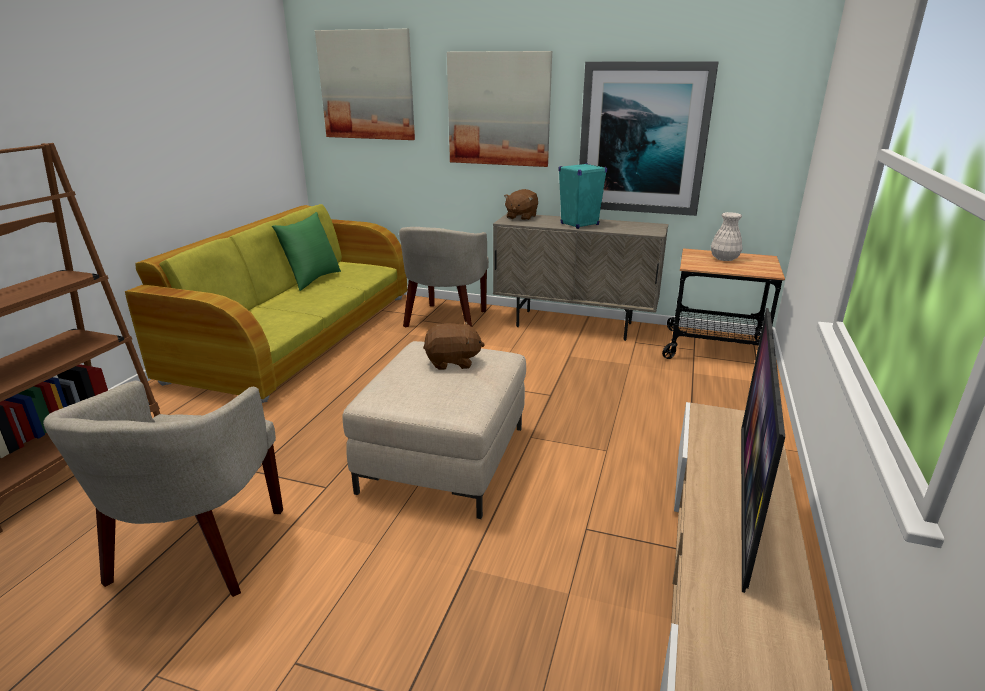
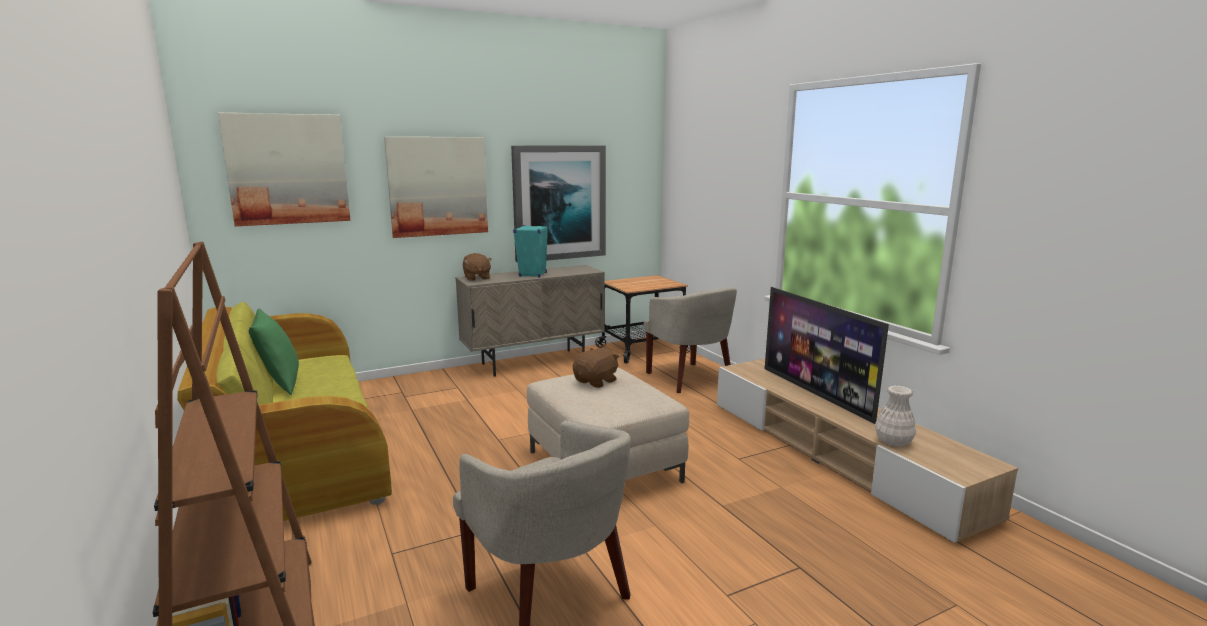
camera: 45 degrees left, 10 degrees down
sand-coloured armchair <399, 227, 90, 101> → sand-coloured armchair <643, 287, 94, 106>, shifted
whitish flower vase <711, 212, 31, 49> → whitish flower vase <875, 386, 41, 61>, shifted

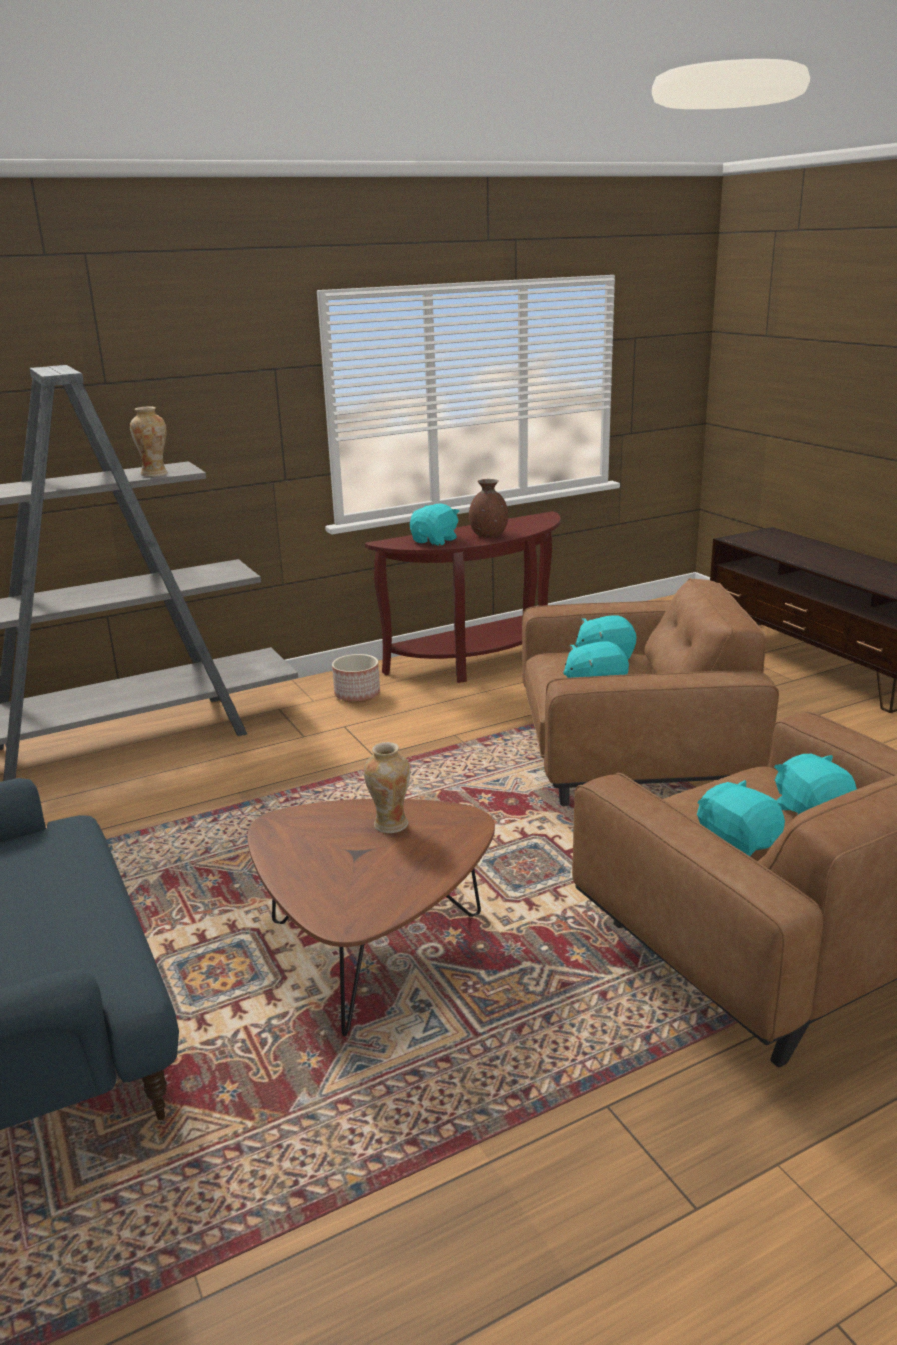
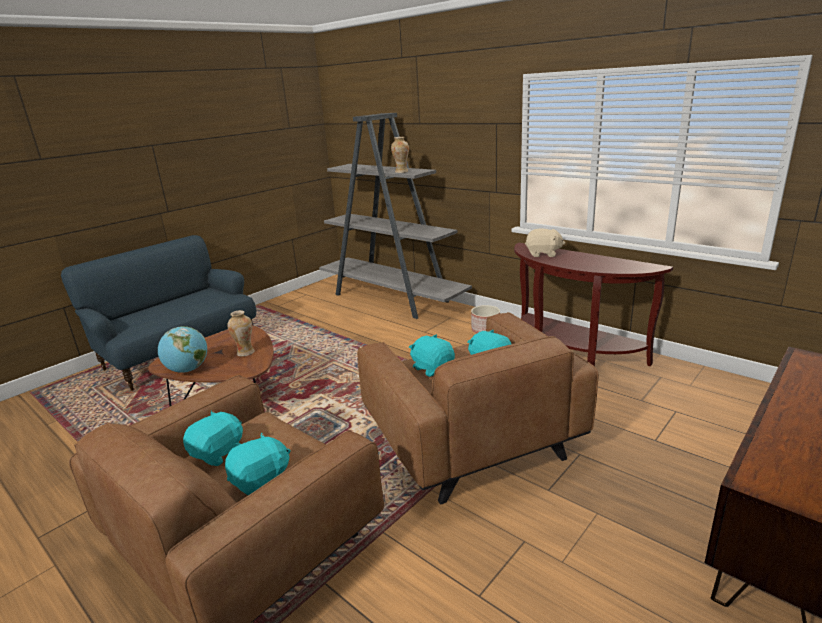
camera: 70 degrees right, 0 degrees up
- → world globe <158, 326, 49, 47>
turquoise-coloured soft toy <410, 503, 49, 43> → sand-coloured soft toy <525, 229, 40, 28>
brown-coloured flower vase <469, 479, 39, 58> → -

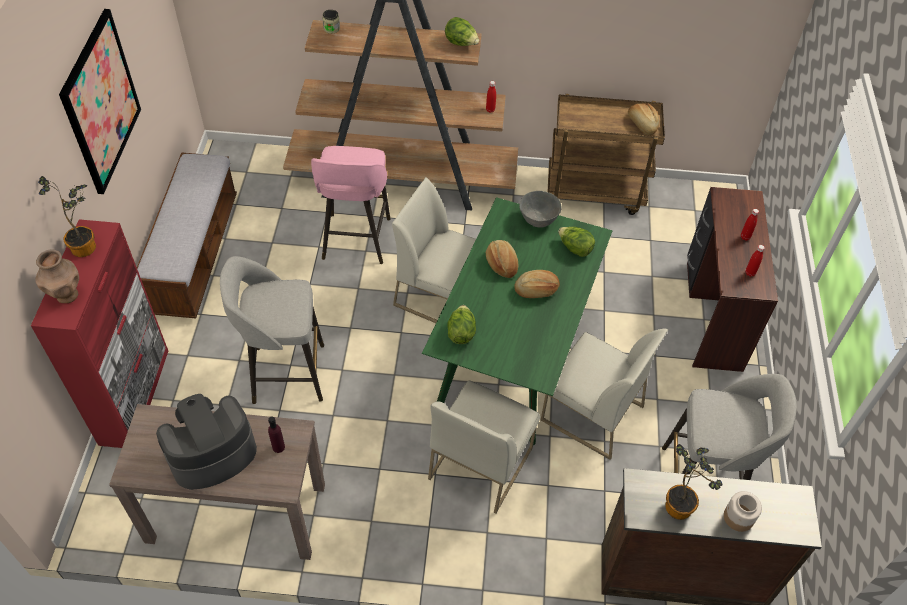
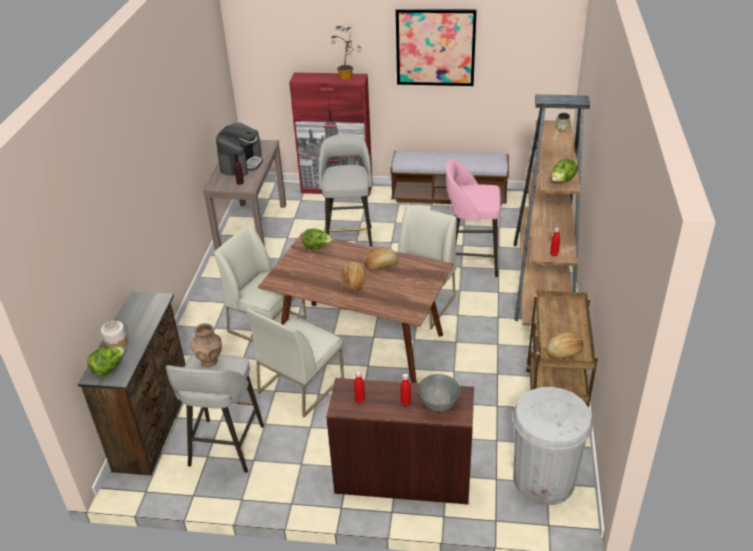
camera: 95 degrees right, 15 degrees down
lettuce <558, 227, 37, 30> → lettuce <87, 347, 38, 29>, shifted
brown-coloured flower vase <35, 250, 44, 53> → brown-coloured flower vase <190, 323, 32, 44>, shifted
coffee brewer <156, 394, 101, 96> → coffee brewer <216, 123, 47, 53>, 45 degrees clockwise
green-coloured dinner table <422, 197, 190, 248> → brown-coloured dinner table <258, 232, 196, 151>
gray bowl <519, 191, 43, 37> → gray bowl <418, 374, 42, 38>, shifted
- → whitish trash can <513, 387, 80, 118>
houseplant <665, 444, 57, 76> → -

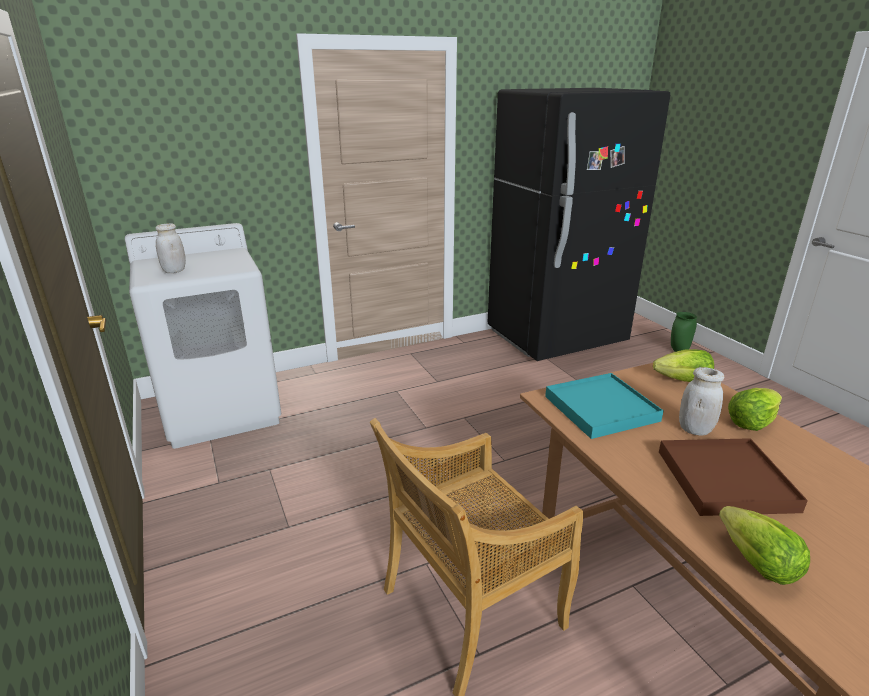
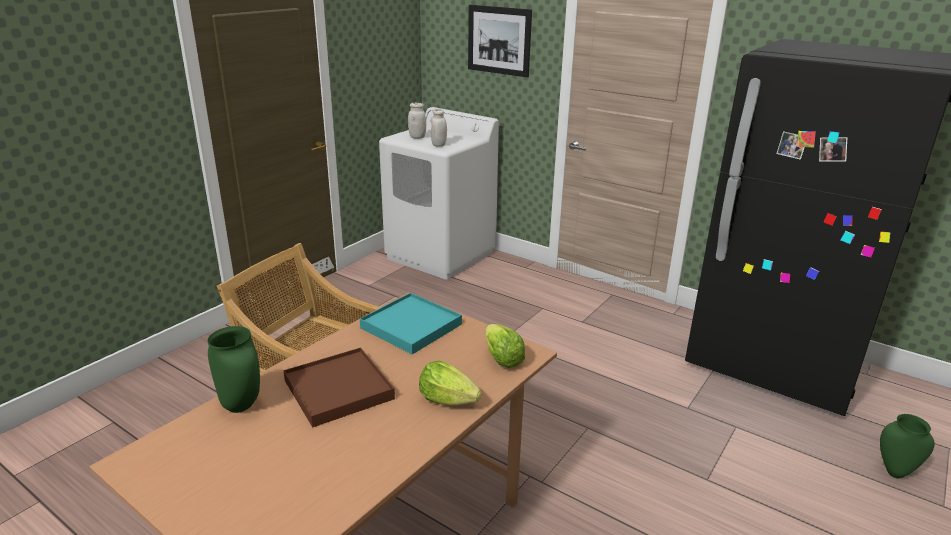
camera: 60 degrees right, 0 degrees up
lettuce <719, 506, 91, 79> → green-coloured flower vase <208, 326, 52, 87>
whitish storage jar <679, 367, 45, 69> → whitish storage jar <431, 109, 16, 38>, shifted
- → picture <468, 5, 64, 72>

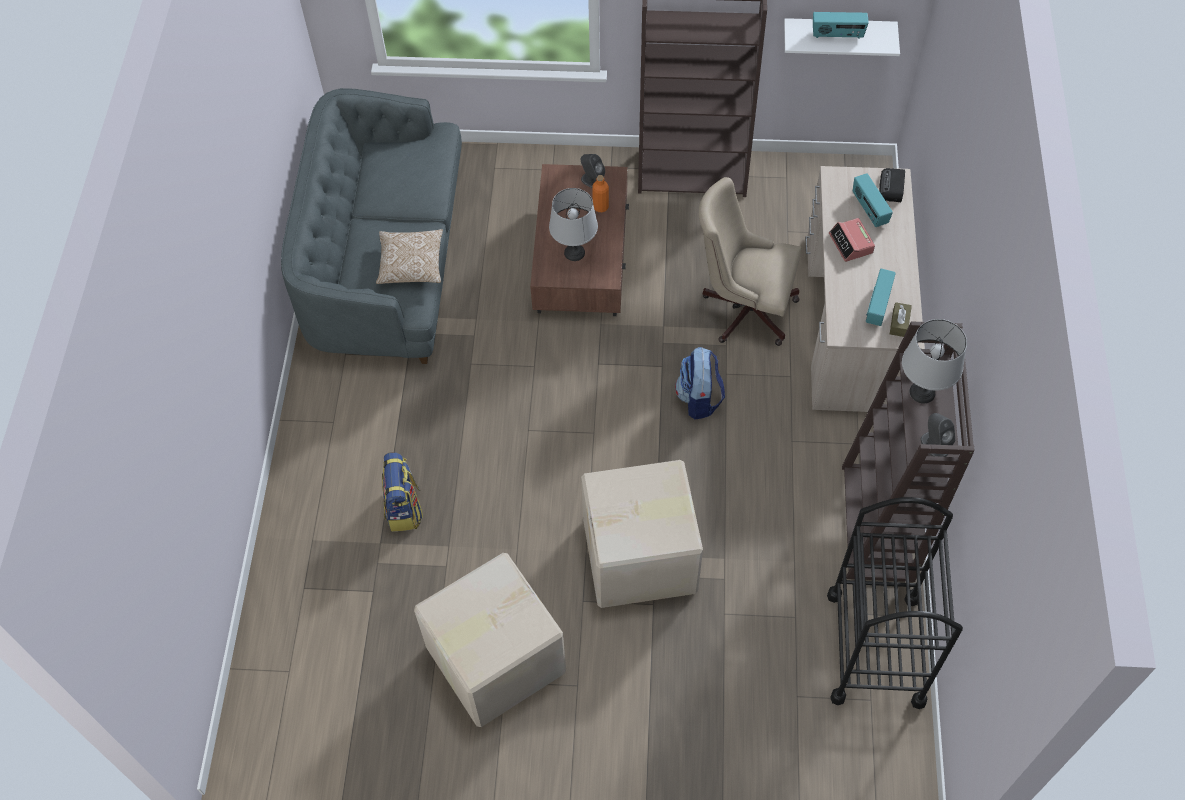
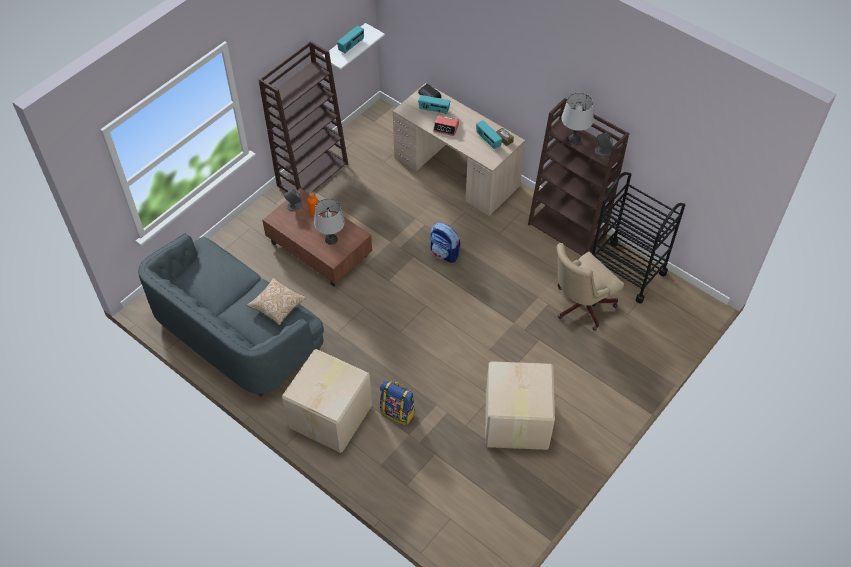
camera: 55 degrees left, 5 degrees down
cardboard box <581, 460, 122, 148> → cardboard box <282, 349, 90, 104>, shifted
sand-coloured office chair <699, 177, 102, 169> → sand-coloured office chair <556, 243, 68, 87>, shifted

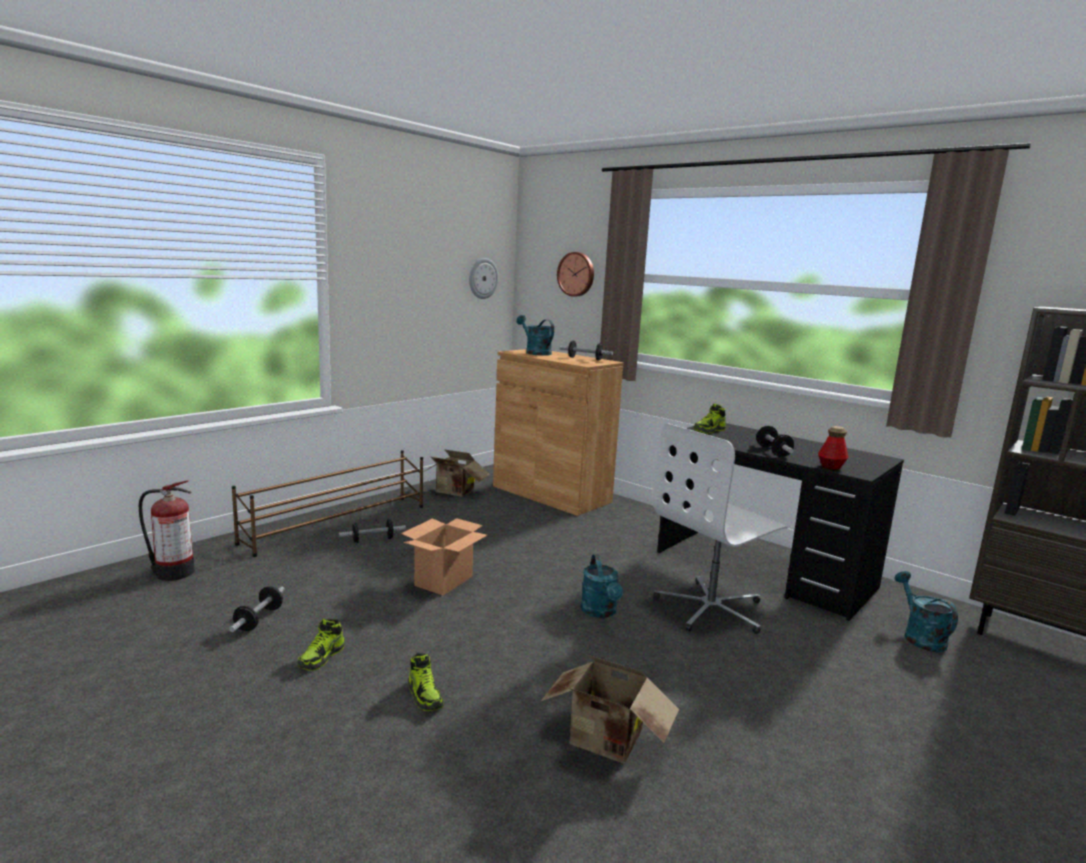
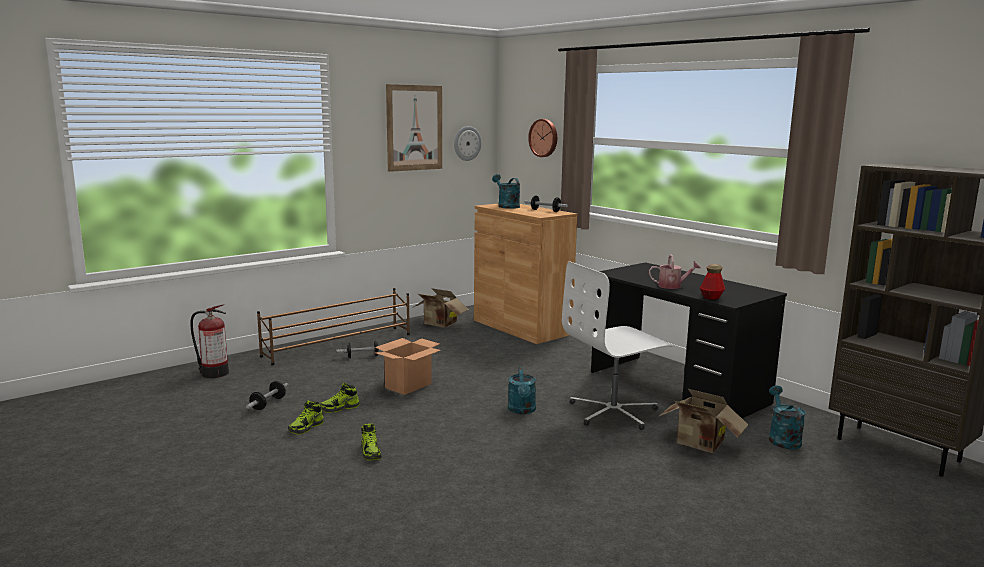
camera: 10 degrees right, 0 degrees up
shoe <694, 404, 32, 30> → shoe <320, 383, 40, 30>, shifted
- → picture <386, 84, 56, 88>
free weight <756, 426, 38, 31> → sprinkling can <649, 254, 52, 35>
cardboard box <541, 655, 138, 109> → cardboard box <658, 389, 90, 64>, shifted

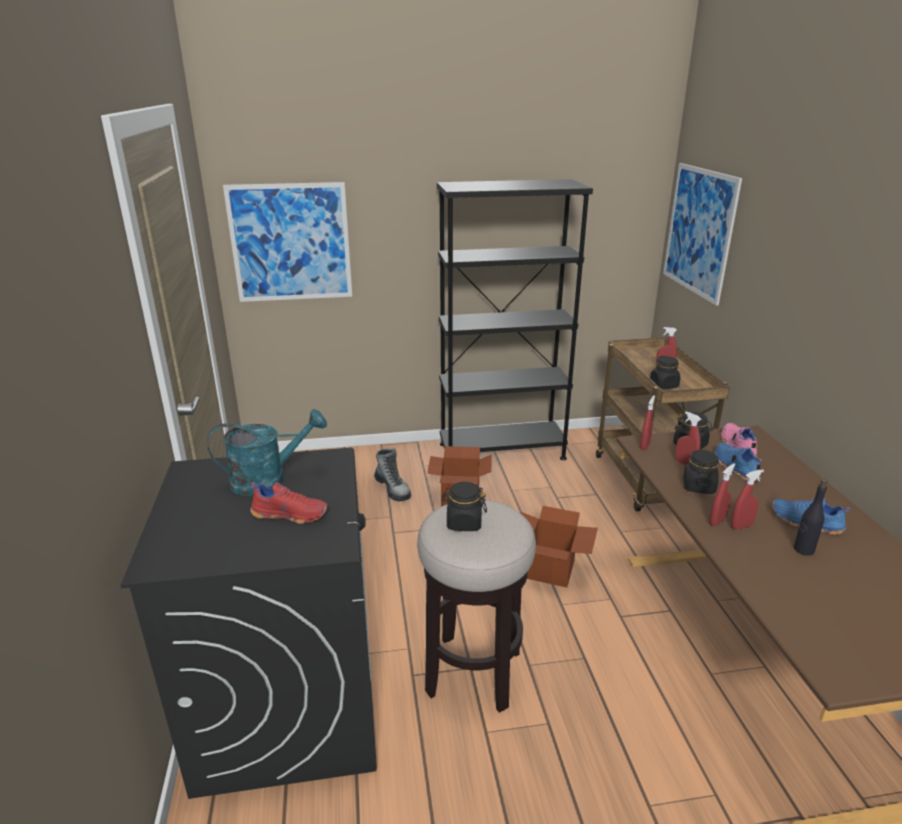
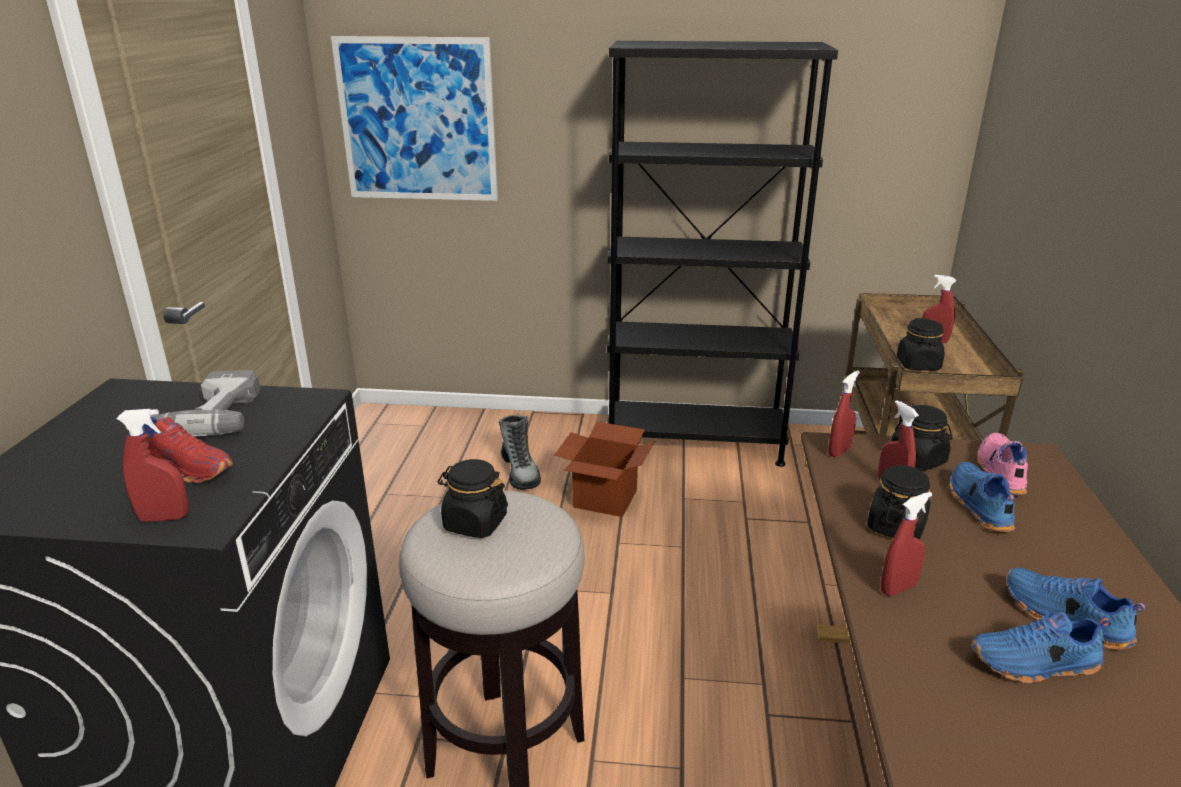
camera: 15 degrees right, 0 degrees up
red hand sprayer <731, 469, 33, 61> → red hand sprayer <116, 409, 73, 113>, shifted
turquoise-coloured sprinkling can <207, 409, 120, 87> → electric drill <151, 370, 109, 67>
black bottle <794, 479, 34, 77> → blue shoe <971, 612, 141, 72>
cardboard box <520, 506, 78, 82> → -
picture <663, 163, 79, 143> → -

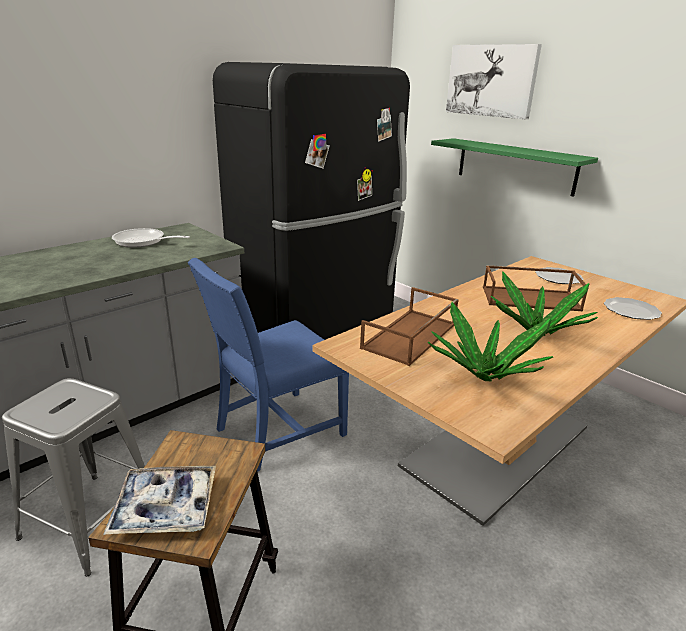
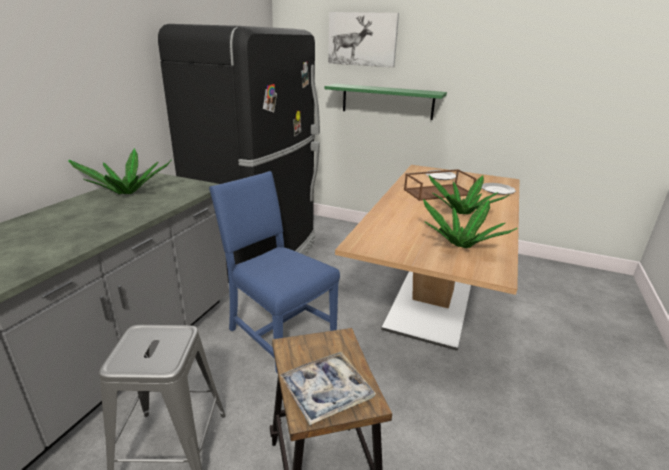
camera: 25 degrees left, 0 degrees up
pan <112, 228, 78, 19> → houseplant <68, 148, 104, 46>
blue chair <188, 258, 161, 214> → blue chair <209, 171, 131, 202>, 105 degrees clockwise
brown-coloured carrying tray <360, 287, 99, 79> → -

